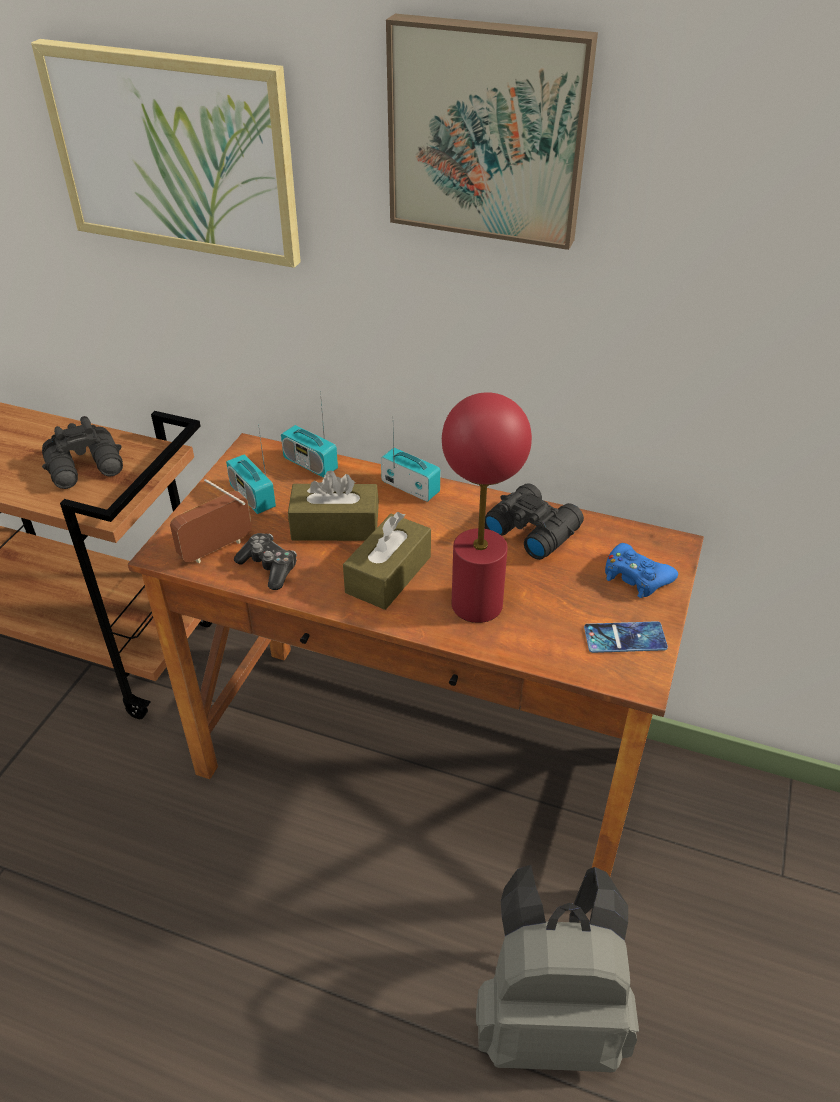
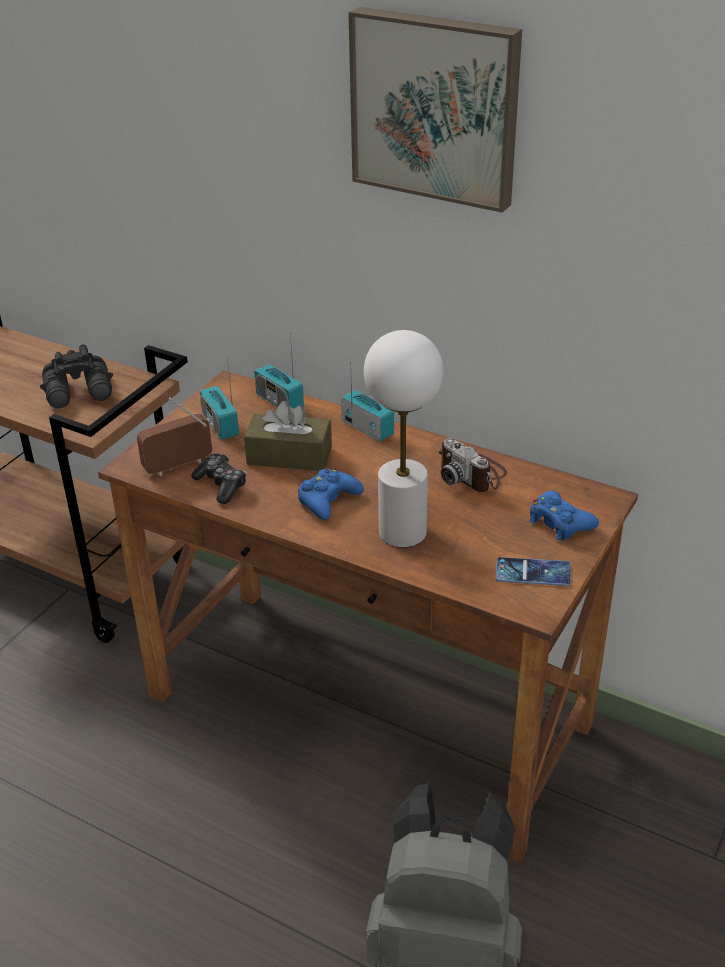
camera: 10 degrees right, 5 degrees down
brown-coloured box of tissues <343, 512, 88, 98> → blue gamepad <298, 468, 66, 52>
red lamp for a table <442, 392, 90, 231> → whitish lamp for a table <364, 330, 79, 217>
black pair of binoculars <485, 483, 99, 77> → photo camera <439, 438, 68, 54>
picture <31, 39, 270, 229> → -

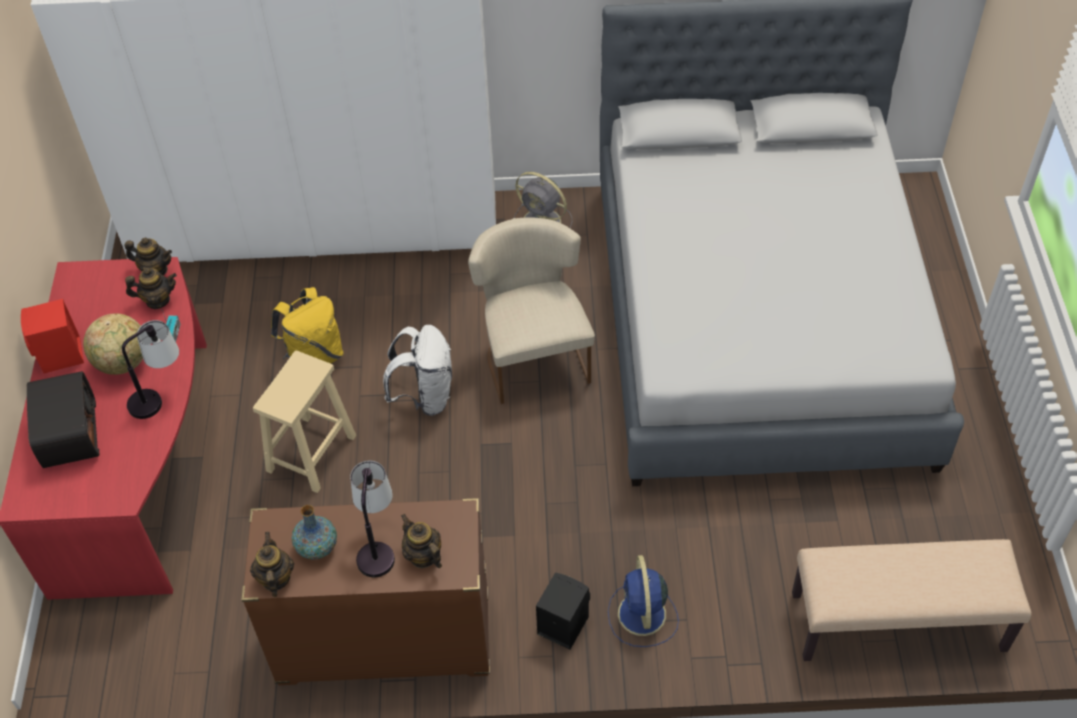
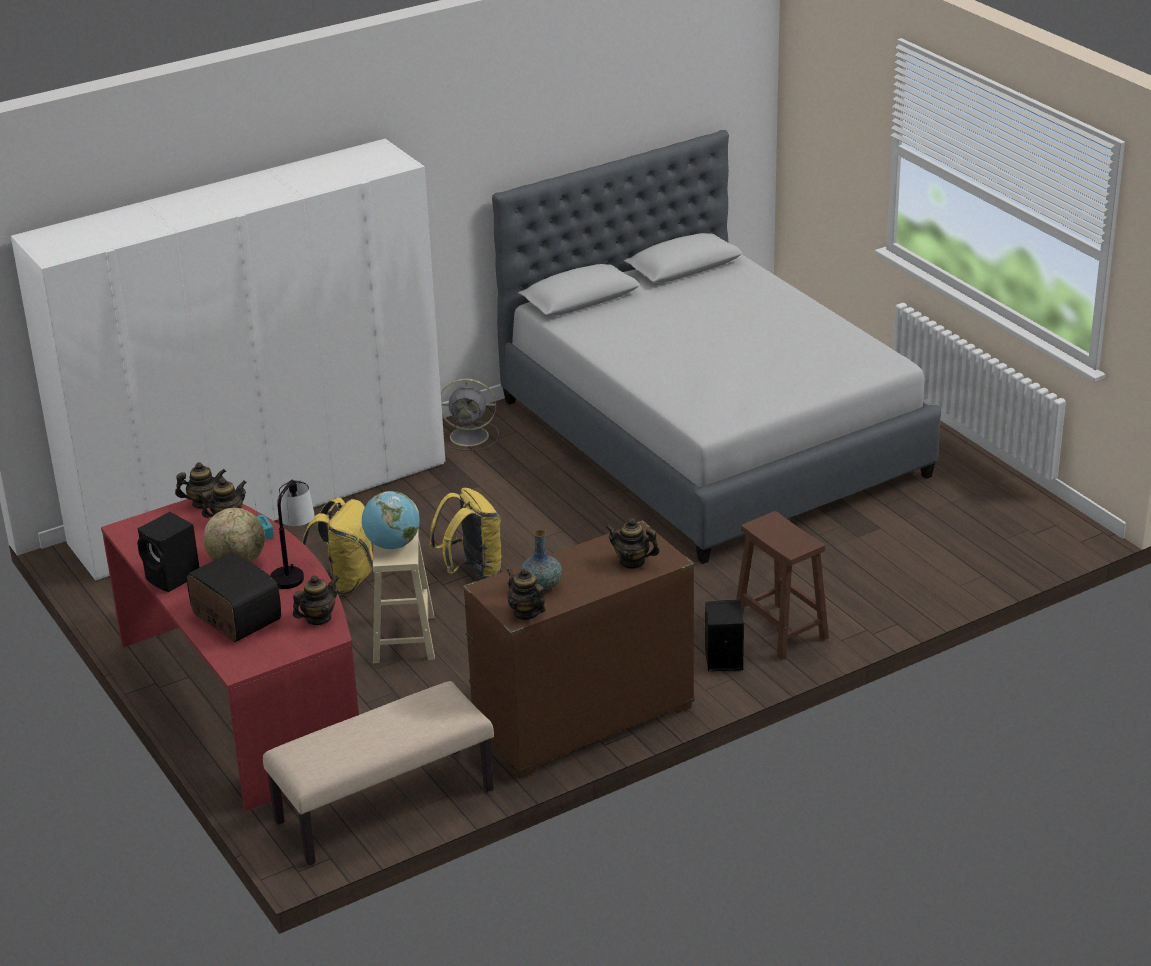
camera: 30 degrees left, 20 degrees down
red audio speaker <21, 299, 63, 75> → black audio speaker <137, 512, 63, 80>
sand-coloured indoor bench <792, 539, 240, 122> → sand-coloured indoor bench <263, 681, 231, 184>, shifted
- → pot for tea <293, 575, 46, 50>
- → world globe <362, 491, 58, 58>
whitish rucksack <383, 325, 69, 91> → yellow rucksack <429, 488, 73, 92>
blue electric fan <608, 555, 71, 92> → brown-coloured stool <736, 511, 93, 149>
lamp for a table <350, 461, 45, 117> → -
sand-coloured chair <468, 217, 127, 187> → -

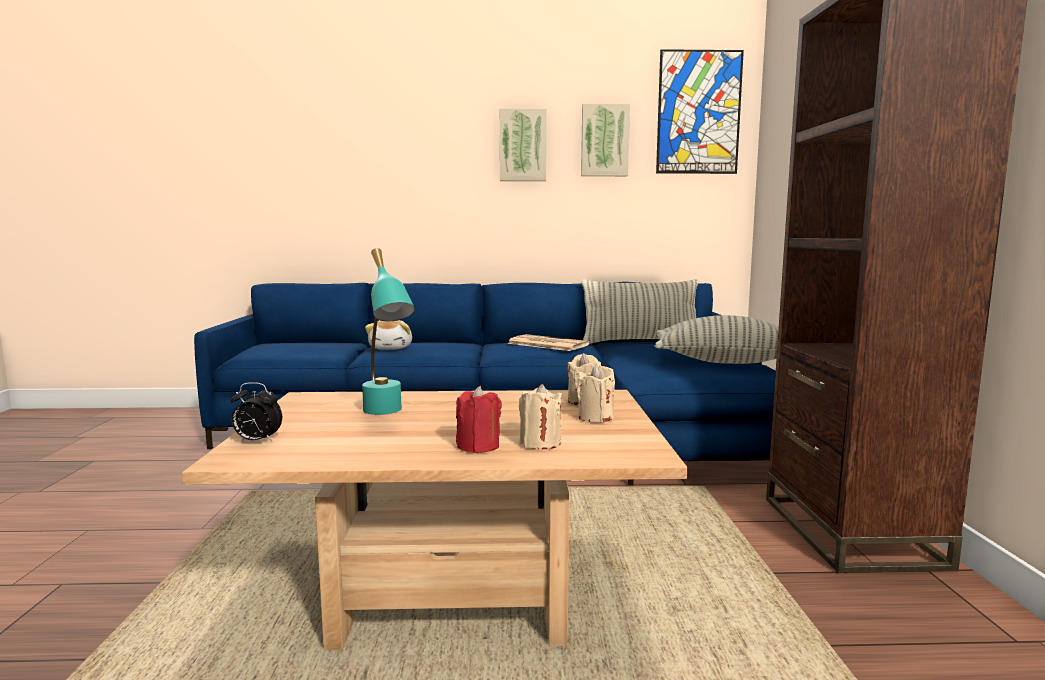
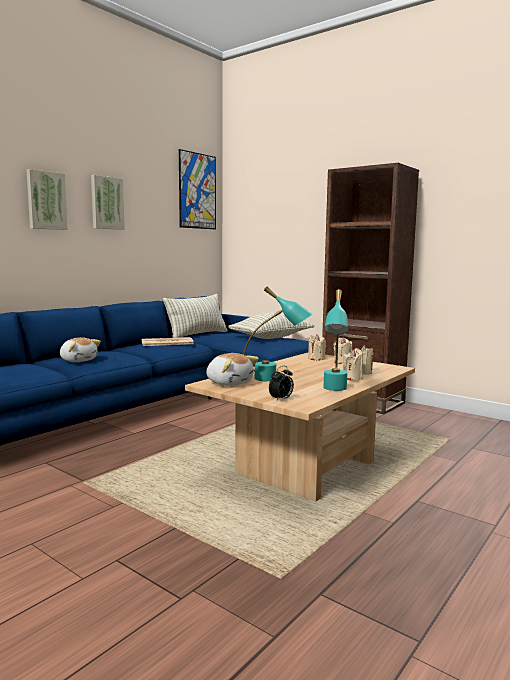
camera: 50 degrees left, 0 degrees up
picture <581, 104, 49, 72> → picture <26, 169, 42, 61>, shifted
- → soft toy <206, 353, 53, 33>
- → turquoise-coloured lamp for a table <323, 289, 26, 102>
red wax candle <456, 386, 46, 67> → sand-coloured wax candle <343, 350, 20, 31>

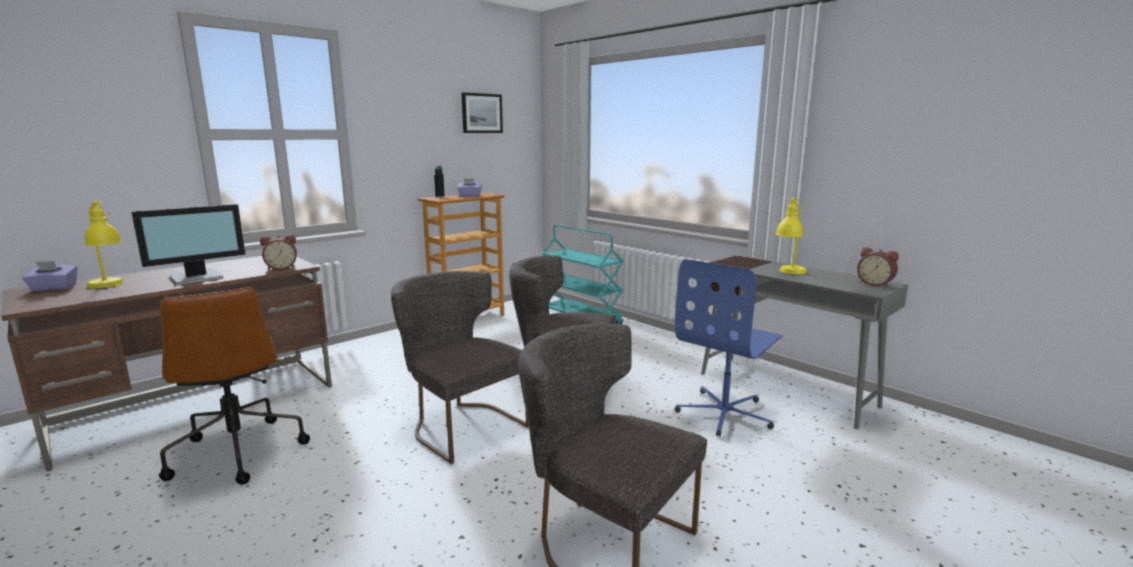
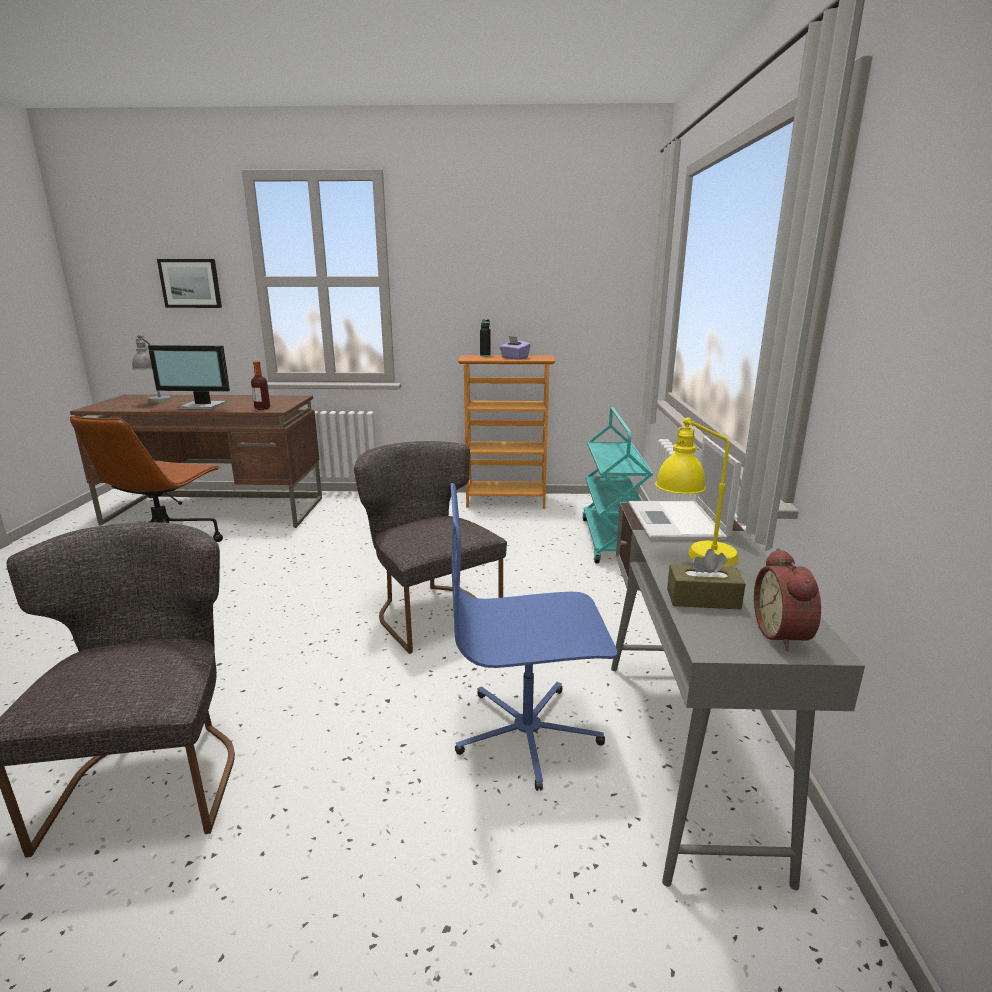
camera: 45 degrees right, 5 degrees up
yellow lamp for a table <84, 201, 40, 87> → gray lamp for a table <132, 334, 40, 69>
picture <461, 92, 42, 41> → picture <157, 259, 65, 49>, shifted
table clock <260, 235, 37, 35> → bottle <251, 361, 19, 49>
- → portable computer <629, 436, 113, 105>
- → brown-coloured box of tissues <667, 549, 79, 60>
purple-coloured box of tissues <22, 261, 55, 30> → -
gray chair <391, 271, 138, 193> → -

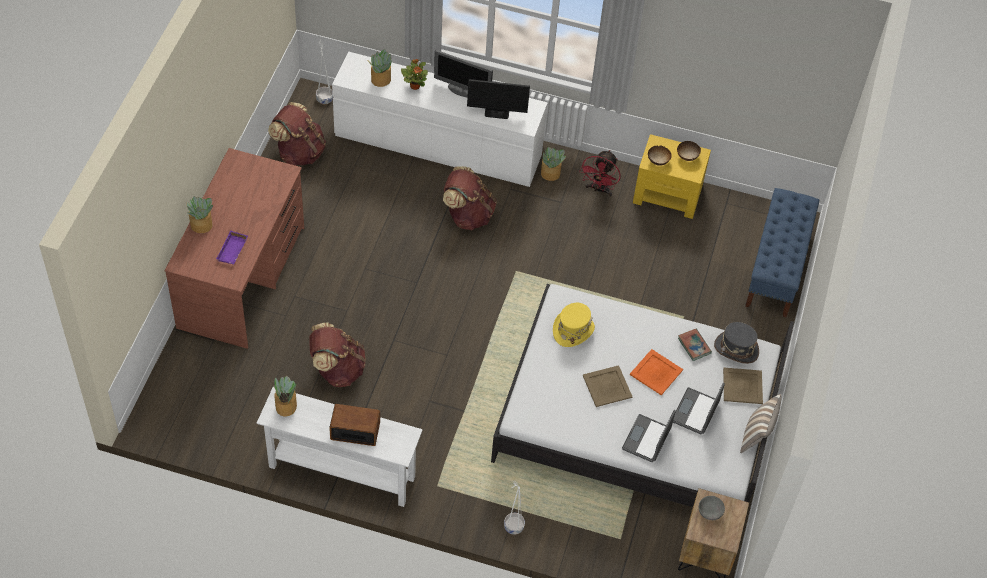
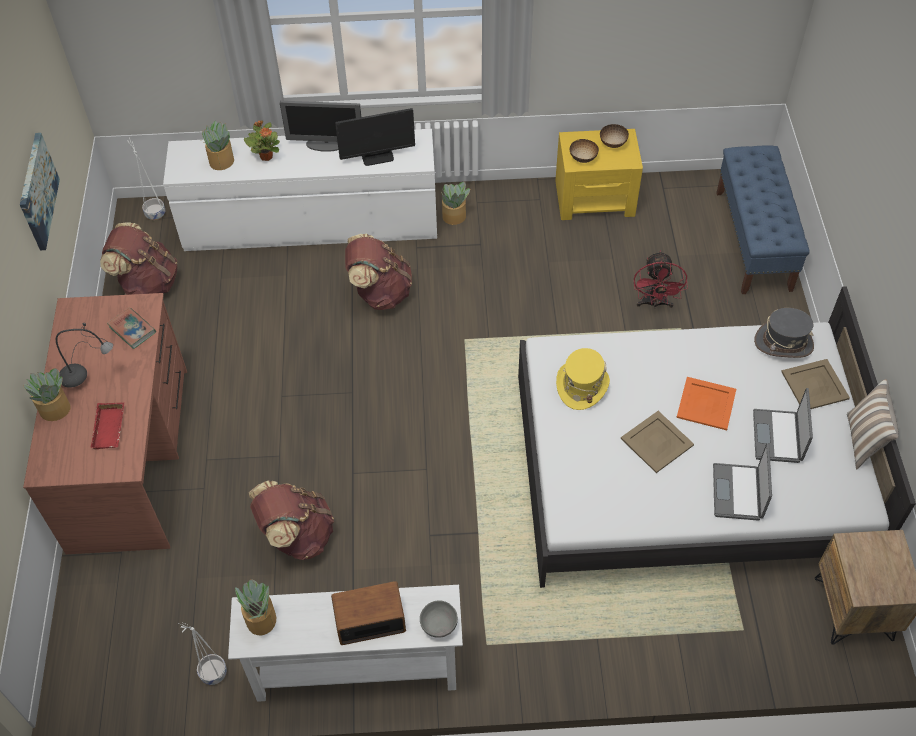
camera: 15 degrees left, 0 degrees up
- → picture <20, 133, 40, 117>
- → gray lamp for a table <56, 323, 57, 65>
purple-coloured carrying tray <216, 230, 32, 34> → red carrying tray <90, 403, 34, 47>
volume <678, 329, 34, 32> → volume <107, 308, 49, 41>, shifted
whitish plant pot <504, 480, 21, 55> → whitish plant pot <178, 623, 49, 62>, shifted
gray bowl <699, 496, 26, 24> → gray bowl <420, 600, 38, 38>, shifted
red electric fan <579, 150, 42, 47> → red electric fan <634, 250, 54, 59>, shifted

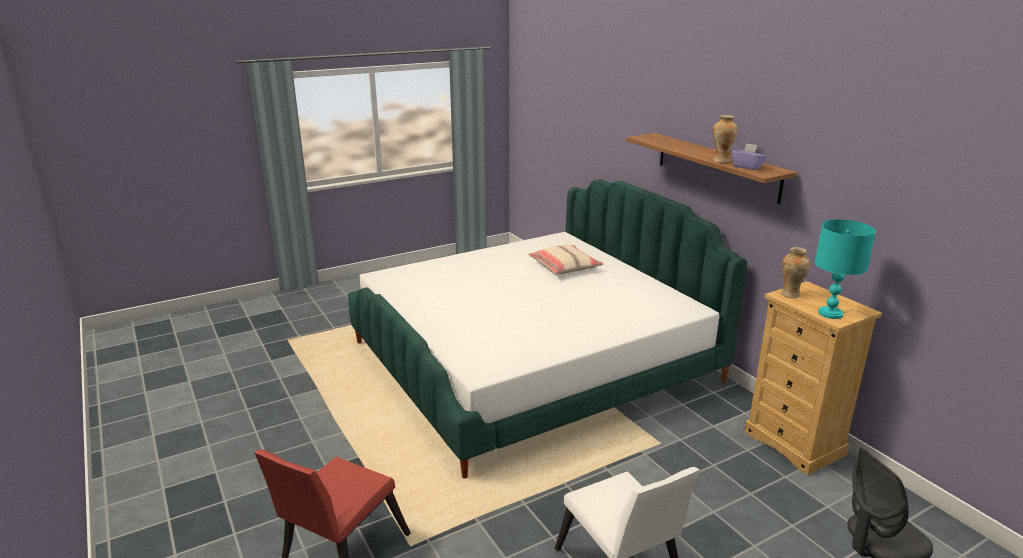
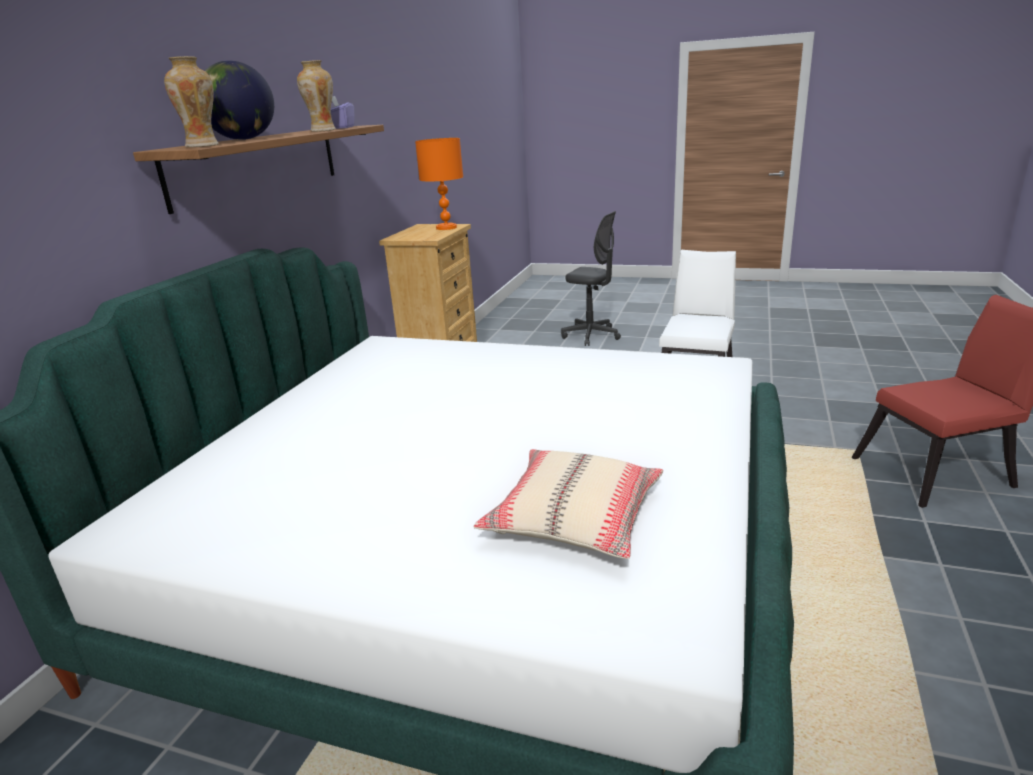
camera: 130 degrees left, 0 degrees up
flower vase <781, 247, 29, 51> → flower vase <164, 56, 55, 91>, shifted
- → world globe <205, 60, 69, 80>
turquoise-coloured lamp for a table <815, 219, 61, 100> → orange-coloured lamp for a table <415, 138, 48, 92>
sand-coloured pillow <528, 245, 76, 29> → sand-coloured pillow <473, 449, 190, 110>, shifted

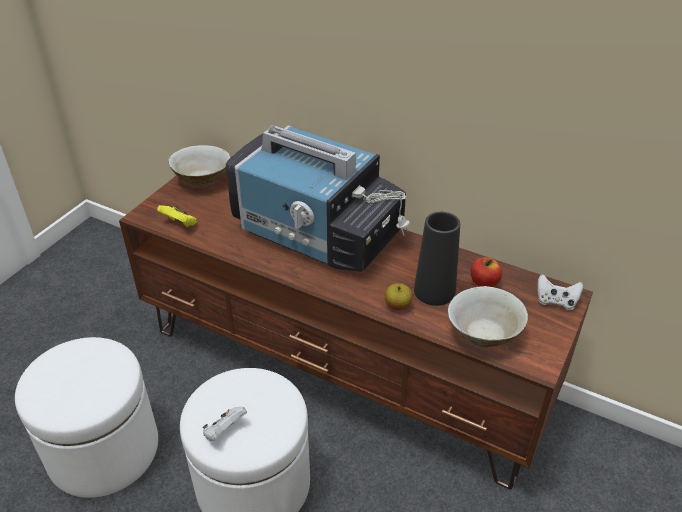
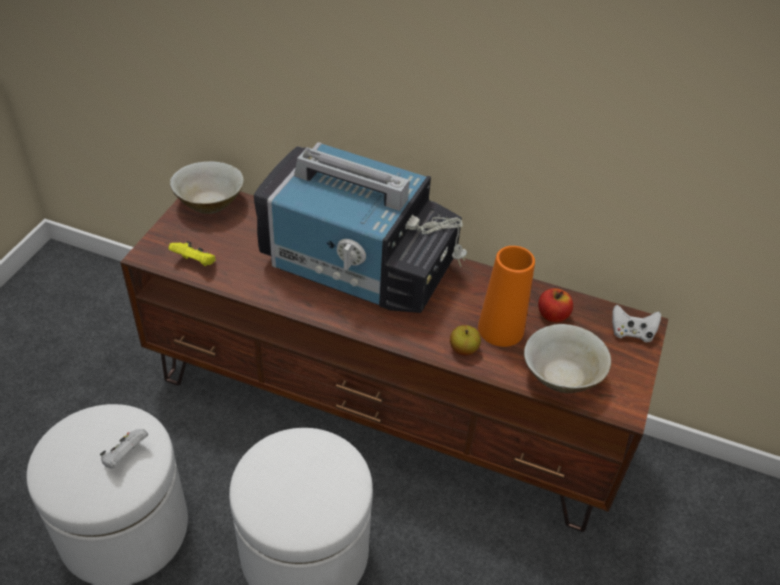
camera: 10 degrees left, 5 degrees up
whitish gamepad <203, 407, 44, 34> → whitish gamepad <100, 429, 48, 39>, shifted
black flower vase <414, 212, 46, 94> → orange-coloured flower vase <478, 246, 57, 101>

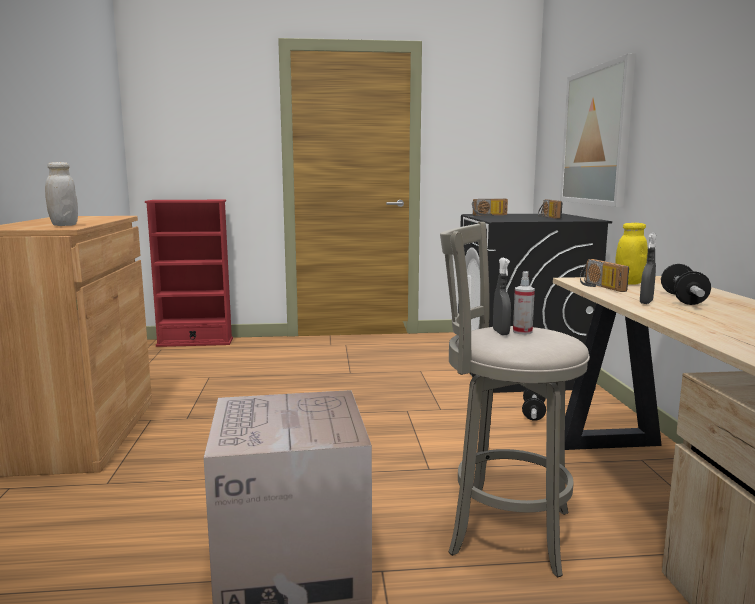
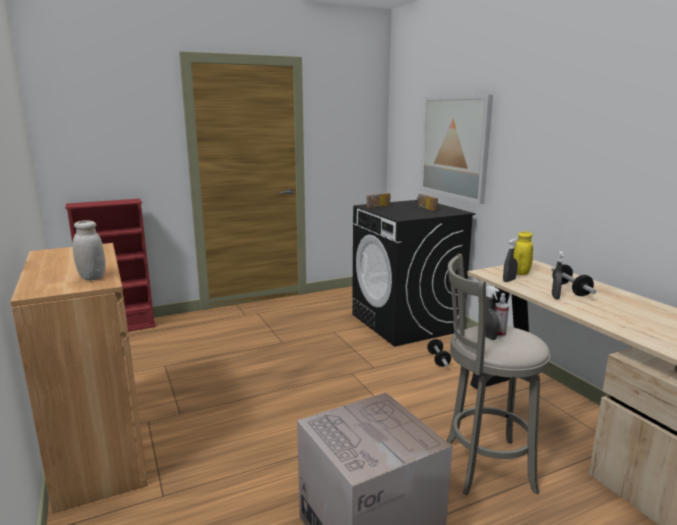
camera: 20 degrees left, 5 degrees up
radio <580, 259, 49, 33> → gray hand sprayer <503, 238, 15, 44>

